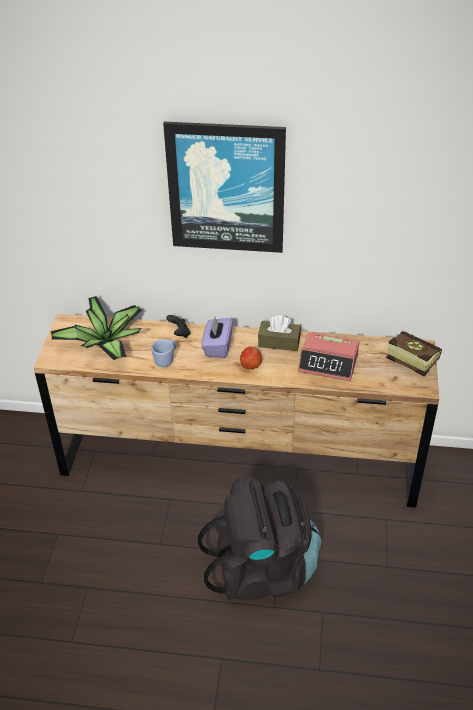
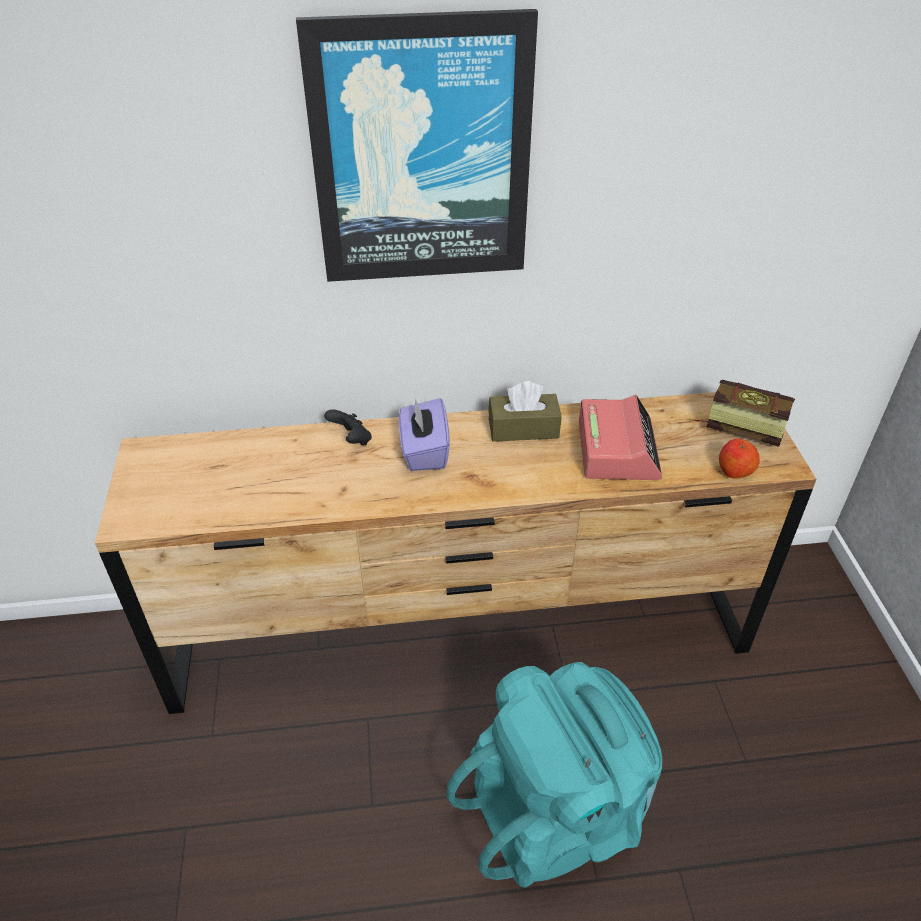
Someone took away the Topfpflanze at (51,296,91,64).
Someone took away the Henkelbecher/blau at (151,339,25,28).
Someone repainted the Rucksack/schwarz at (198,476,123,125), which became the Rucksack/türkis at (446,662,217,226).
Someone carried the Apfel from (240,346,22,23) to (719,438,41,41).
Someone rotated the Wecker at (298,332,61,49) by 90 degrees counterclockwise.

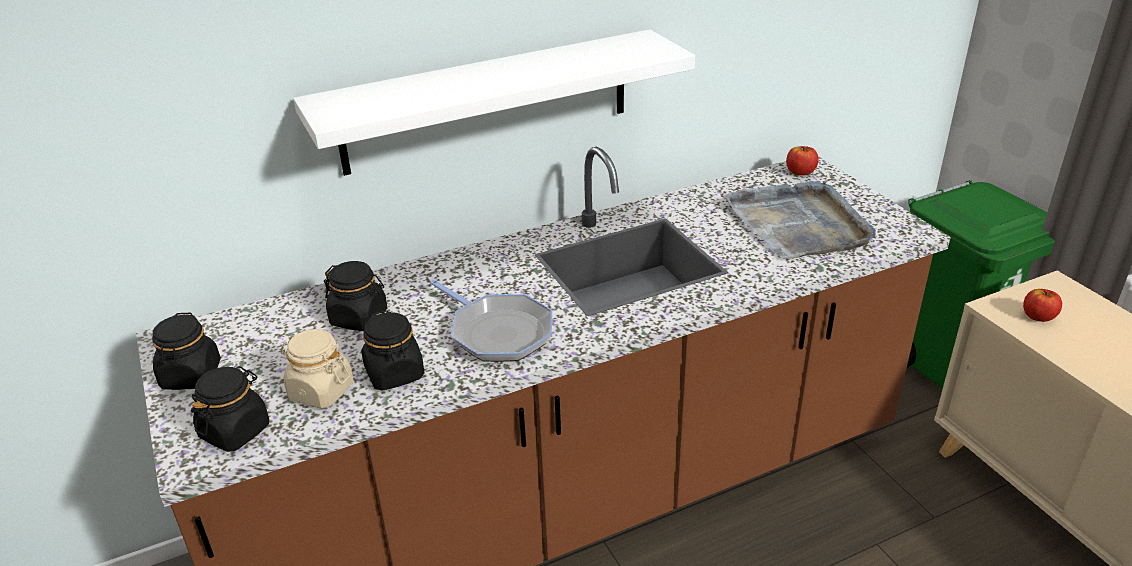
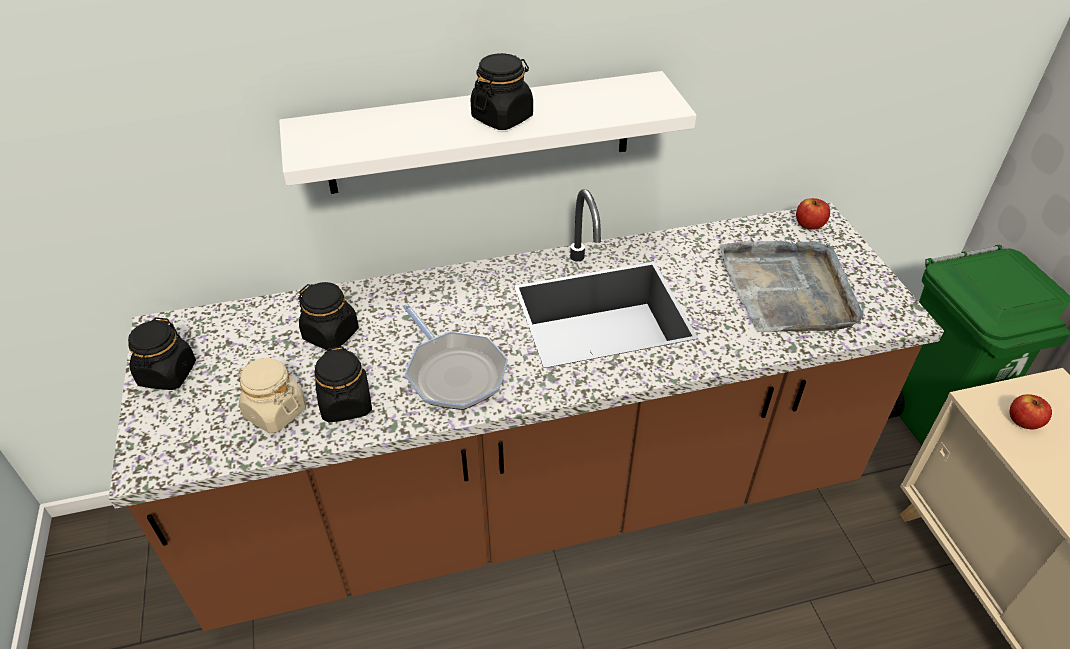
Someone carried the Vorratsglas/schwarz from (191,366,78,86) to (471,53,62,77).

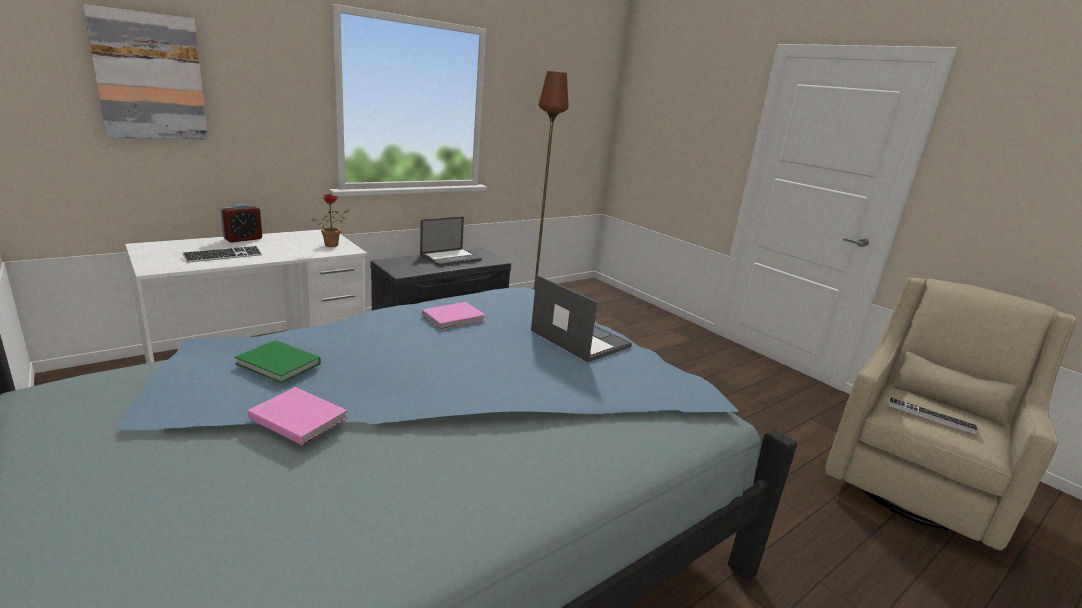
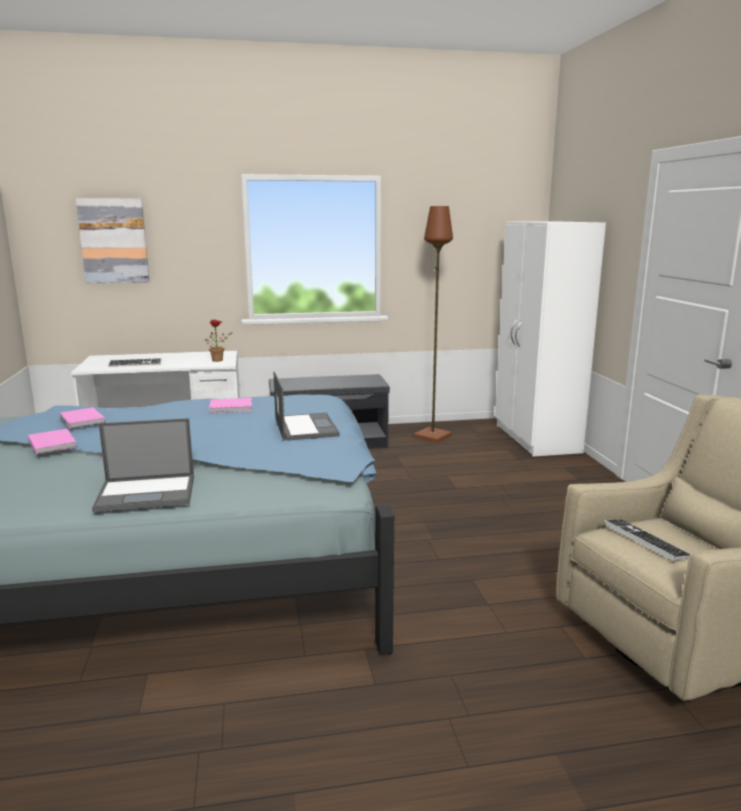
Someone took away the Wecker at (220,204,42,39).
Someone repainted the Buch/grün at (234,340,87,43), which became the Buch/rosa at (59,407,46,22).
Someone carried the Laptop from (420,216,62,50) to (92,418,102,94).
Someone put down the Kleiderschrank/weiß at (495,222,111,235).

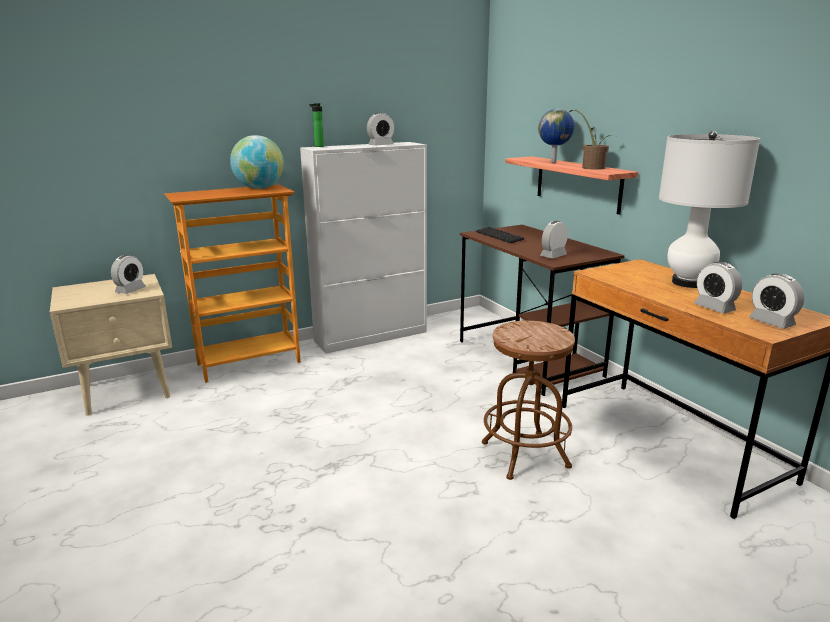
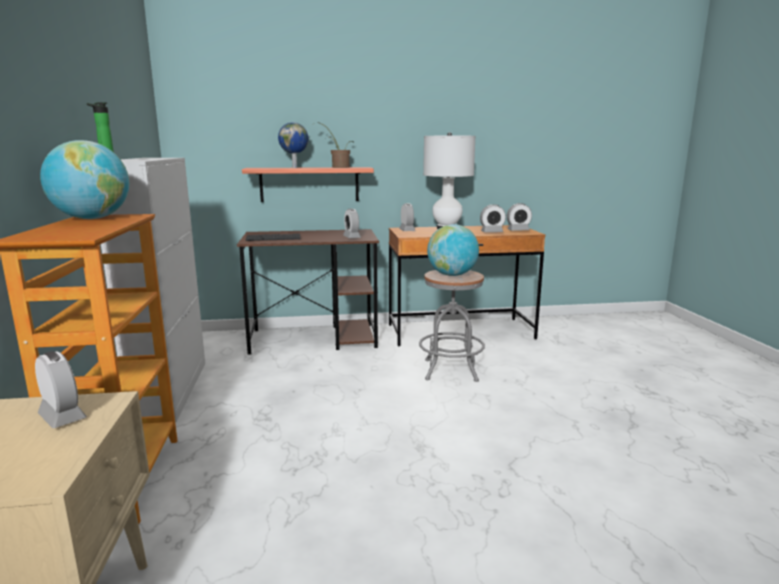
Someone carried the Wecker from (367,113,27,32) to (399,203,16,28).
Someone repainted the Hocker/braun at (482,321,93,159), which became the Hocker/grau at (419,270,66,112).
Someone put down the Globus at (427,224,52,52).

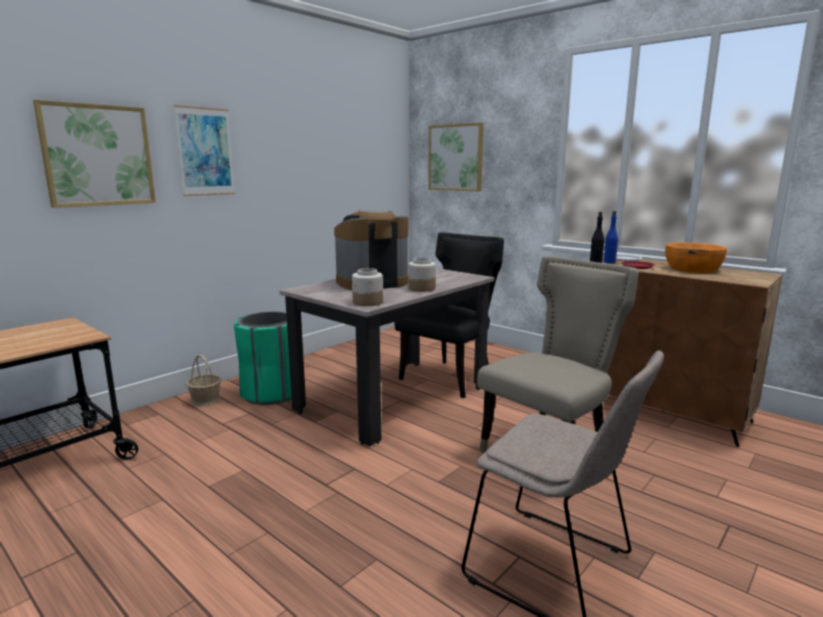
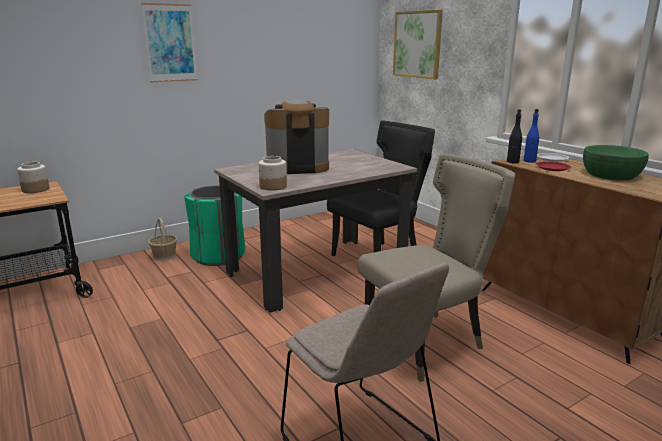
Someone took away the Bild at (33,100,123,108).
Someone carried the Vorratsglas from (408,258,28,34) to (17,162,33,31).
Someone repainted the Schüssel/orange at (665,242,62,31), which became the Schüssel/grün at (583,145,66,35).

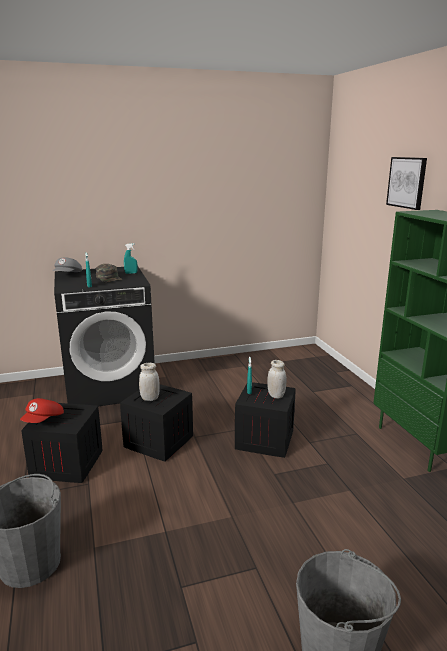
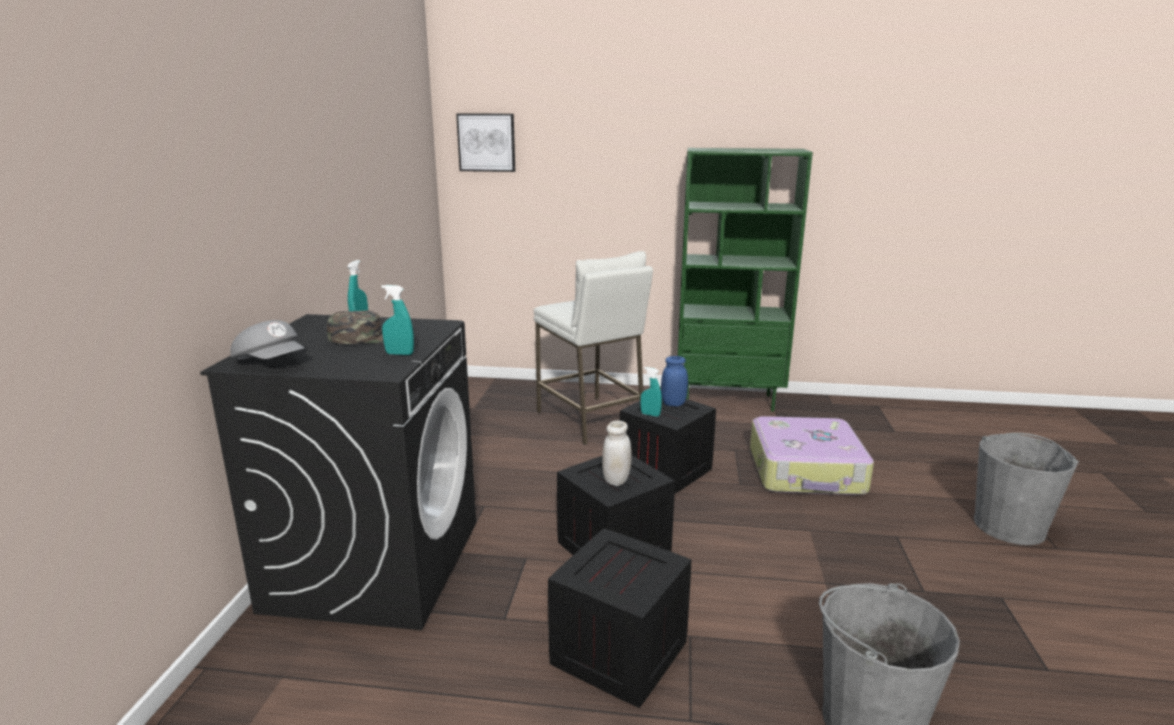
Someone took away the Kappe/rot at (20,398,44,25).
Someone repainted the Vorratsglas/weiß at (267,360,20,38), which became the Vorratsglas/blau at (661,356,27,50).
Someone carried the Bild from (386,157,41,53) to (456,113,59,59).
Someone put down the Hocker/weiß at (534,251,119,194).
Someone put down the Koffer at (750,416,124,79).

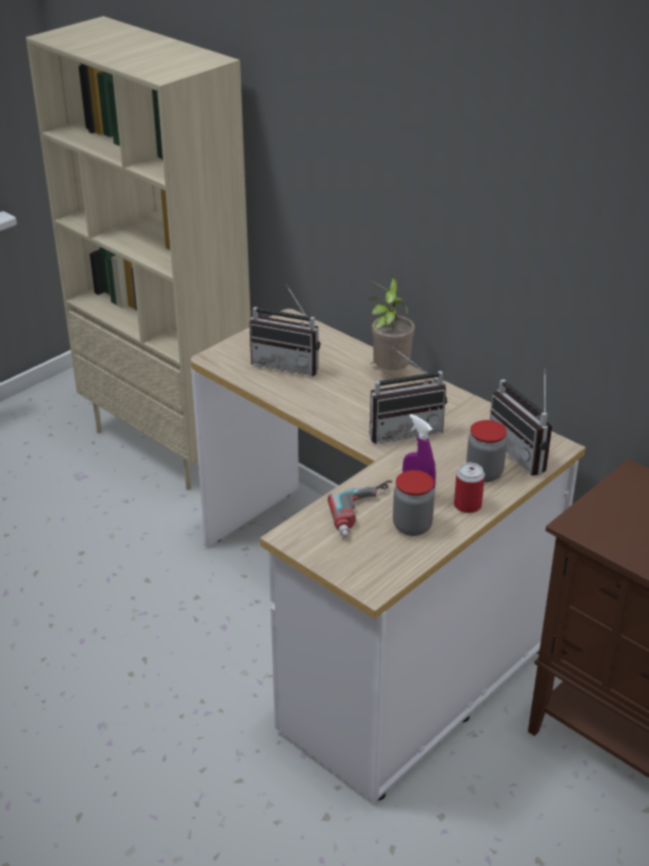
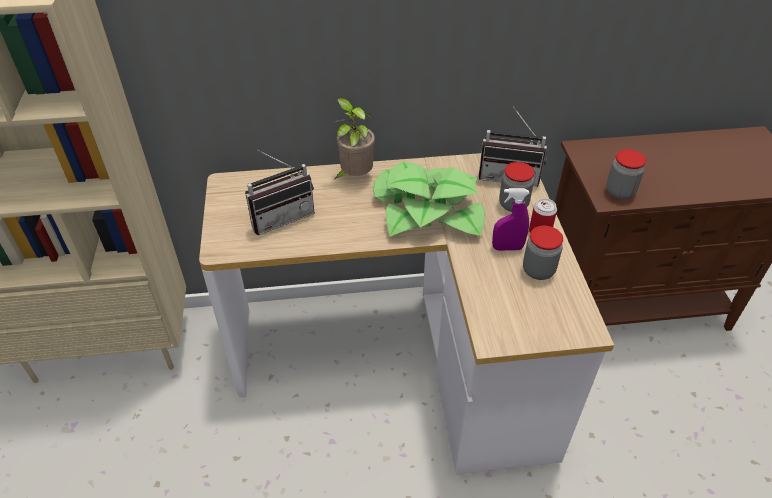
Someone took away the Bohrmaschine at (328,480,64,57).
Someone swapped the Radio at (370,347,77,97) for the Topfpflanze at (373,162,112,75).
Someone put down the Vorratsglas at (606,149,40,51).

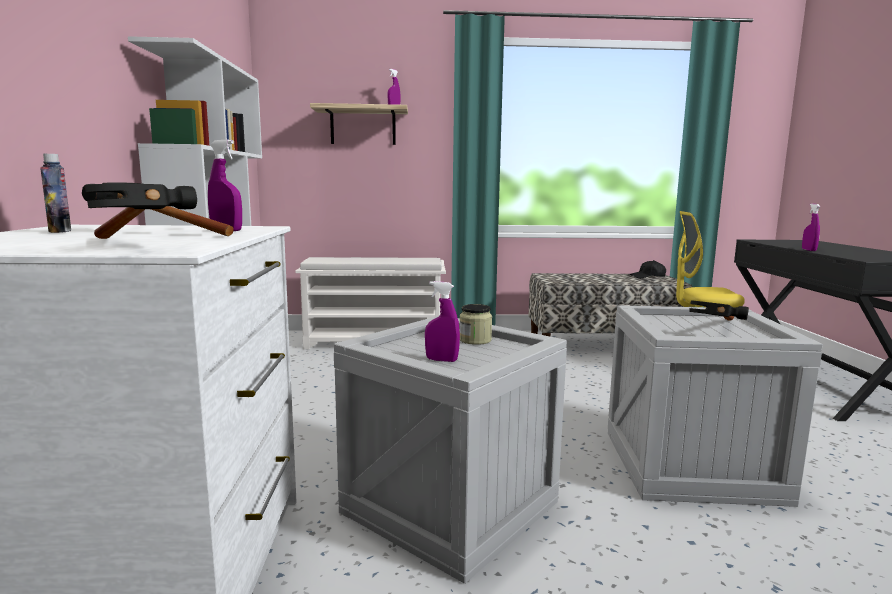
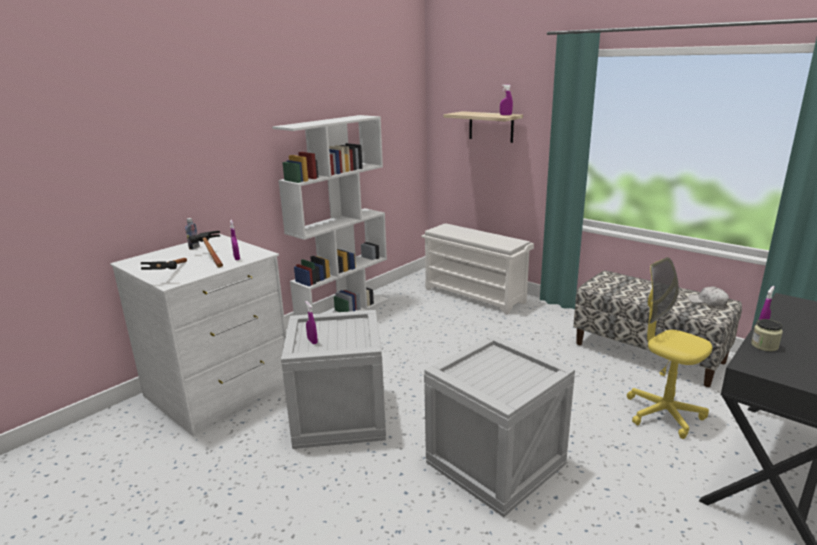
Someone carried the Vorratsglas from (460,304,32,41) to (751,319,32,32).
Someone repainted the Kappe/schwarz at (630,260,36,18), which became the Kappe/weiß at (689,287,40,20).
Someone took away the Hammer at (689,301,60,20).

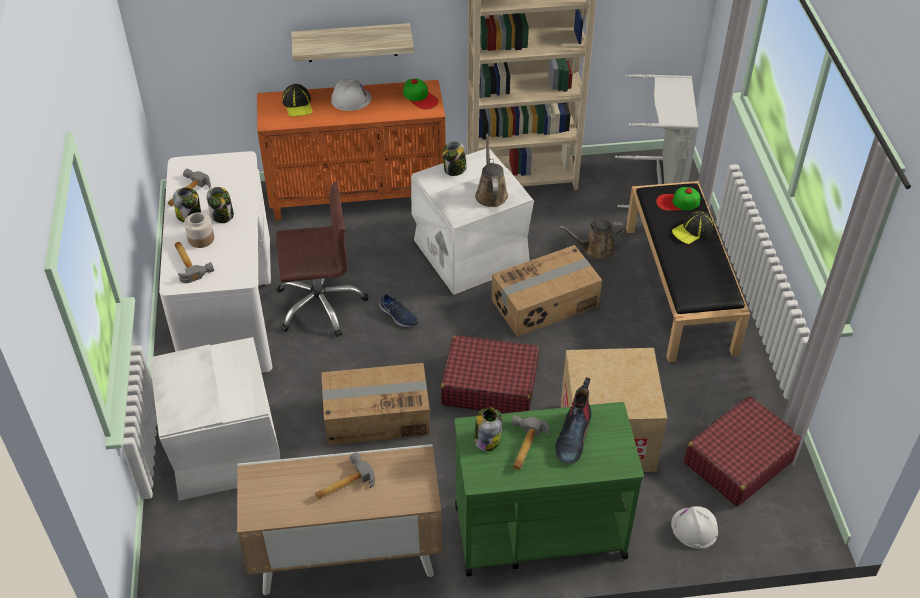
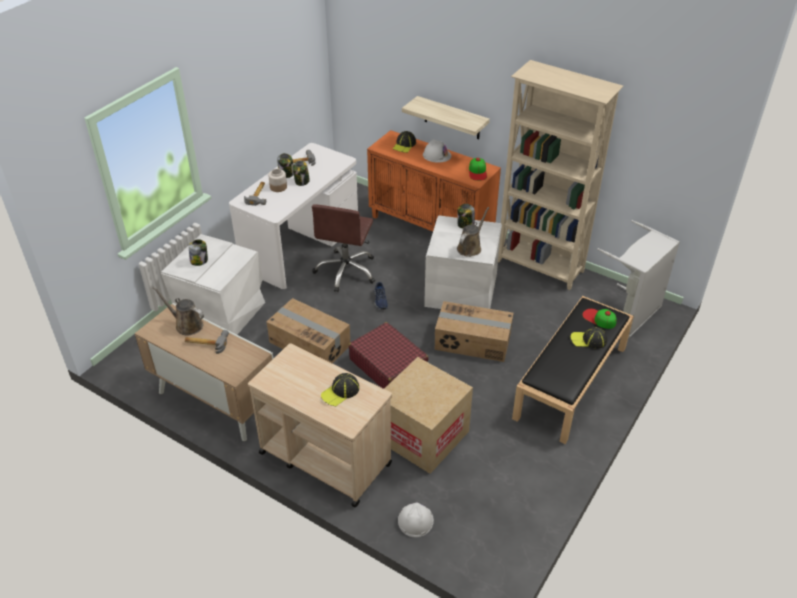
Someone rotated the Bürostuhl/braun at (276,182,92,155) by 75 degrees clockwise.
Someone repainted the Rollwagen/grün at (454,402,190,175), which became the Rollwagen/beige at (248,343,144,164).
Someone carried the Vorratsglas from (474,407,29,44) to (189,239,19,27).
Someone took away the Hammer at (511,415,38,55).
Someone swapped the Stiefel at (555,378,37,86) for the Kappe at (321,373,38,33).
Someone carried the Gießkanne/braun from (559,220,65,40) to (153,287,51,48).
Someone took away the Koffer/rot at (684,396,120,110).

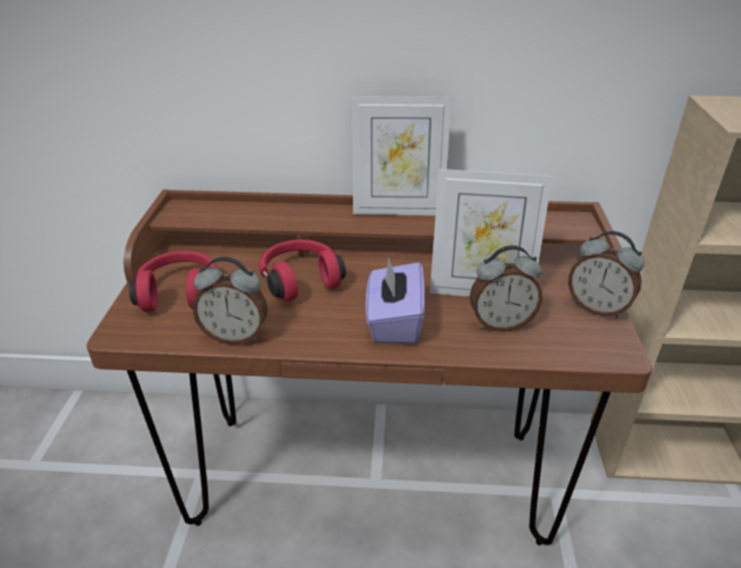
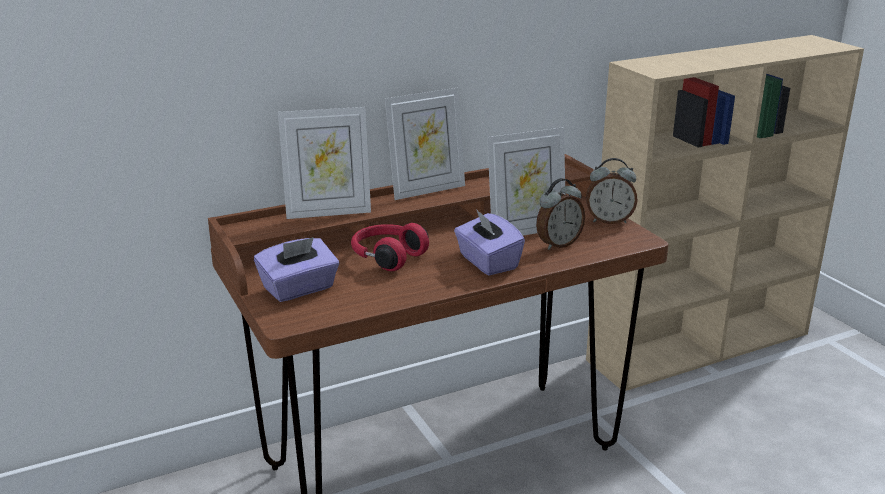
Someone swapped the Kopfhörer/rot at (129,251,89,61) for the Taschentuchbox/lila at (254,237,85,65).
Someone took away the Wecker at (193,257,75,88).
Someone put down the Bilderrahmen at (278,107,93,112).

